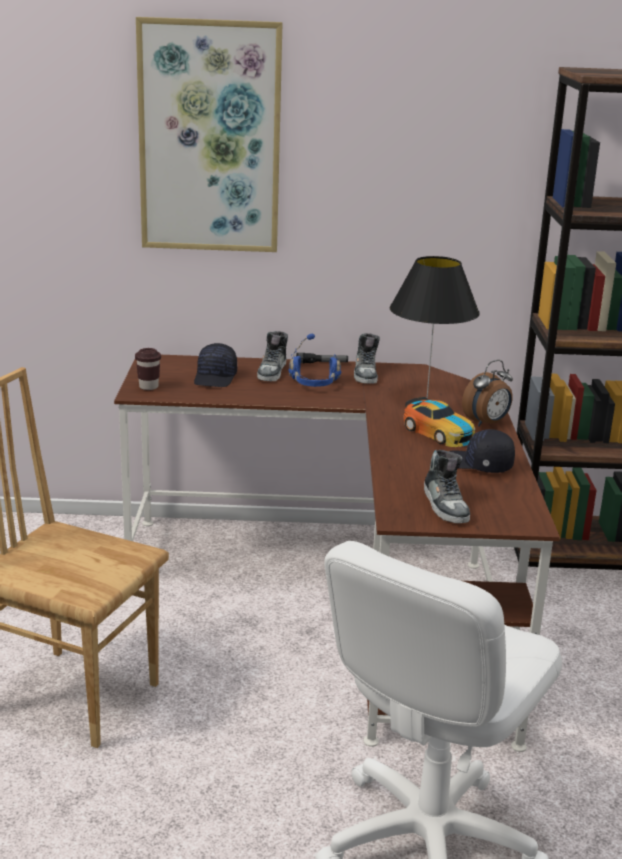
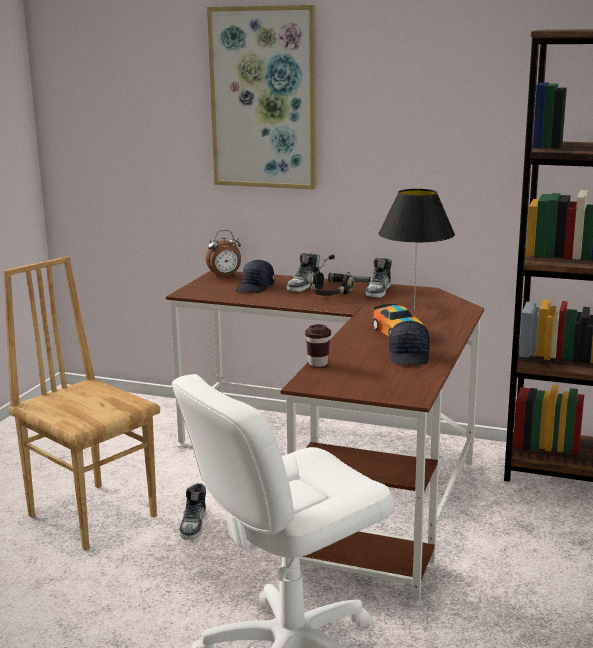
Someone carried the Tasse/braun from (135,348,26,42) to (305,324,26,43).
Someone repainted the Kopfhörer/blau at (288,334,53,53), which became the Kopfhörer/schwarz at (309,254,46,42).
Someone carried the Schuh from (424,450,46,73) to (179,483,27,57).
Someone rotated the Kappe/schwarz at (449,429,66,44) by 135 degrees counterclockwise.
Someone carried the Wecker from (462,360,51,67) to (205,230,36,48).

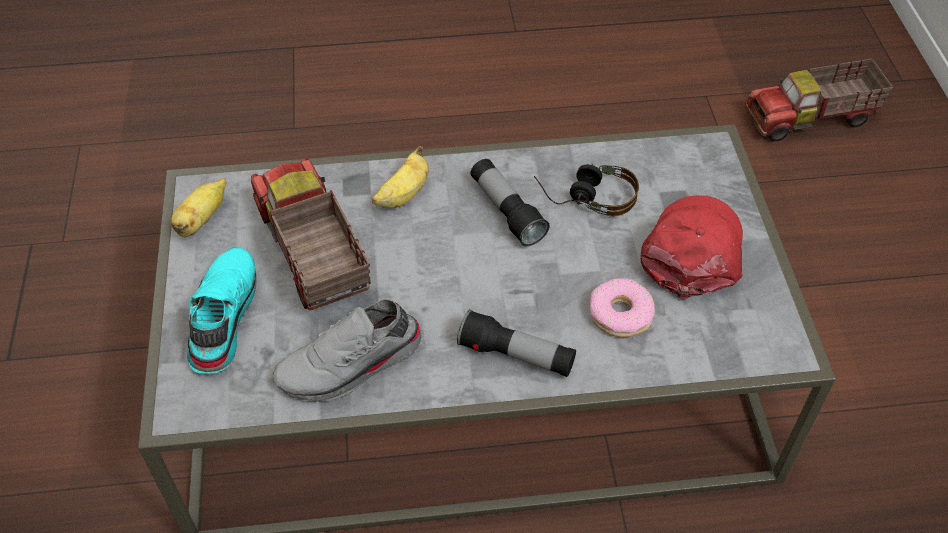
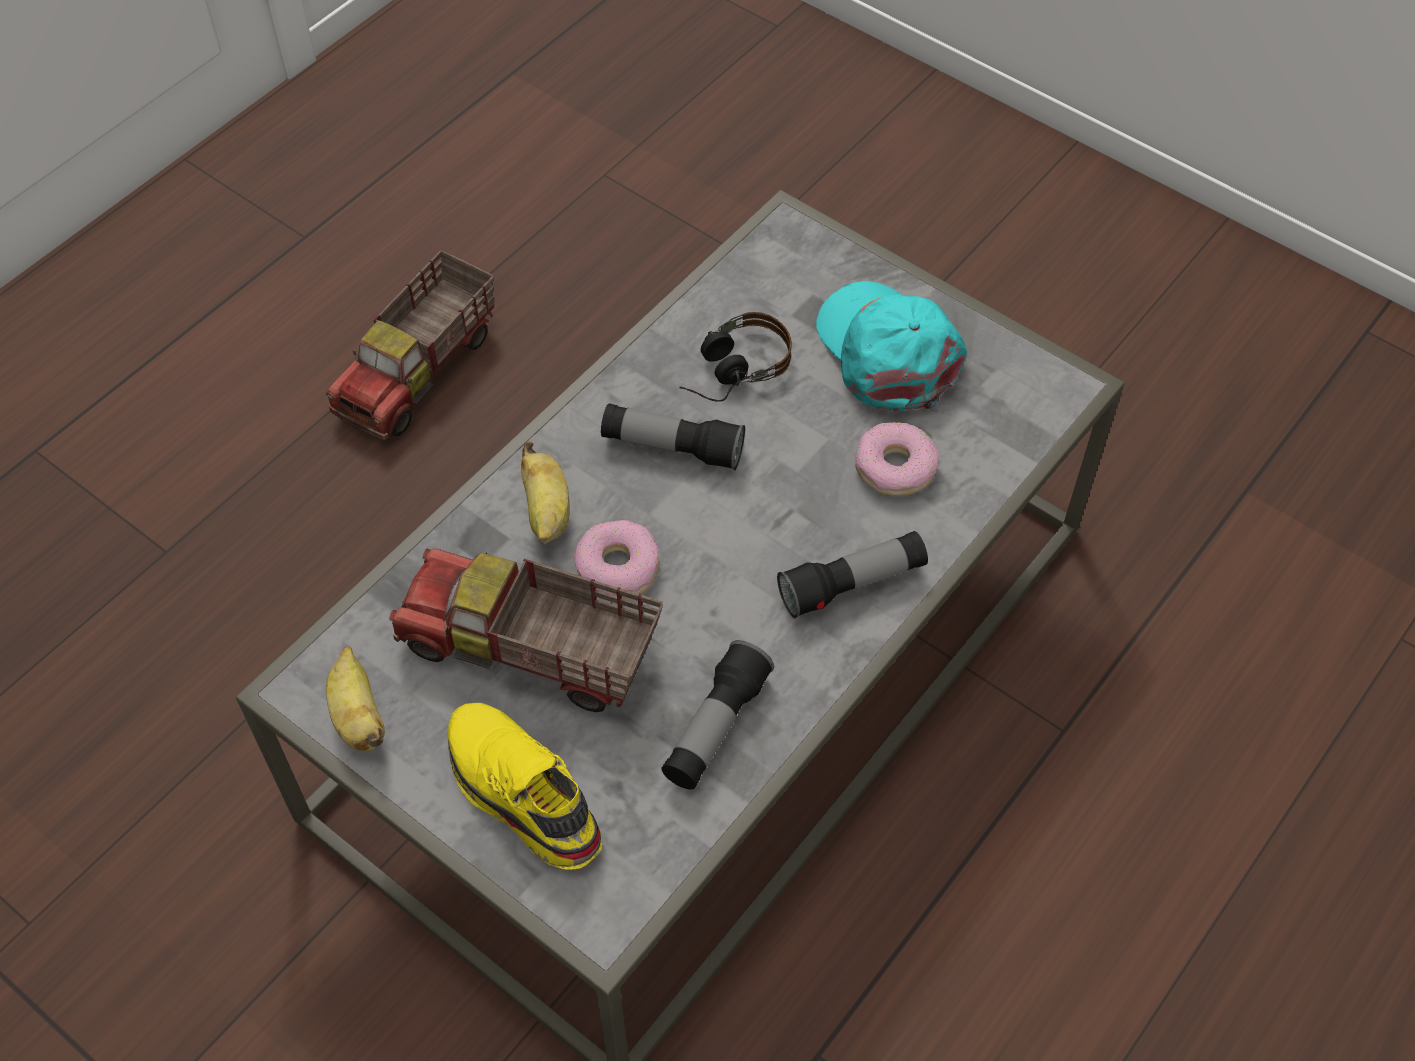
Someone repainted the Schuh/türkis at (187,247,69,127), which became the Schuh/gelb at (448,703,155,167).
Someone swapped the Schuh/grau at (272,299,152,103) for the Taschenlampe at (661,640,113,150).
Someone repainted the Kappe/rot at (640,195,103,104), which became the Kappe/türkis at (816,281,151,131).
Someone carried the Spielzeuglaster from (745,59,148,83) to (326,250,169,190).
Someone put down the Donut at (574,520,86,79).

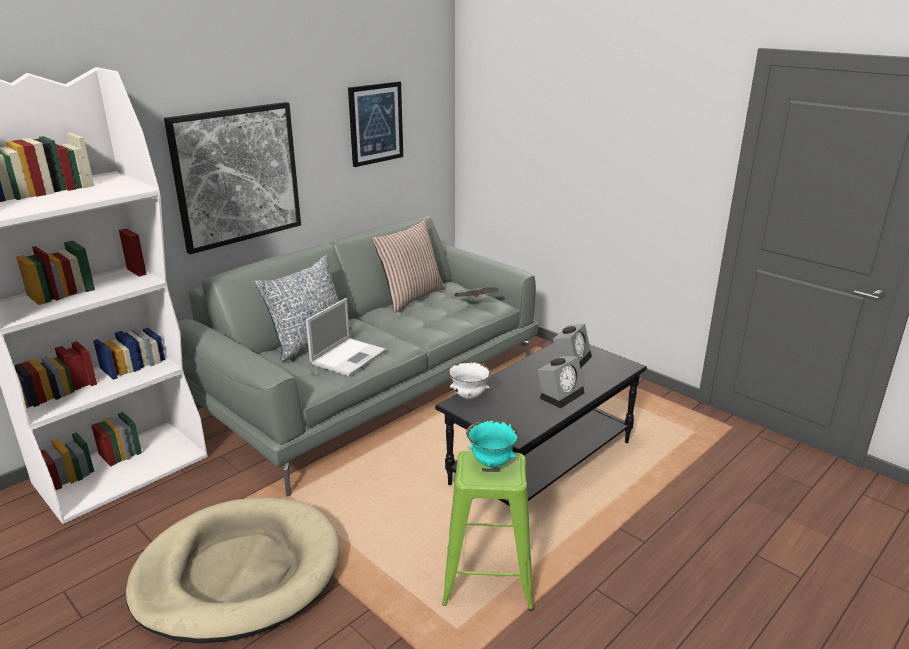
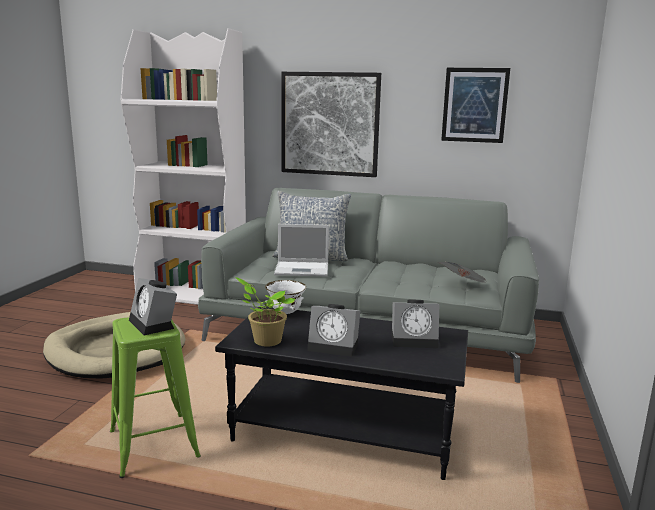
Someone took away the Kissen at (372,219,73,94).
Someone swapped the Schüssel/türkis at (466,420,53,47) for the Wecker at (129,278,48,57).
Someone put down the Topfpflanze at (235,277,60,70).

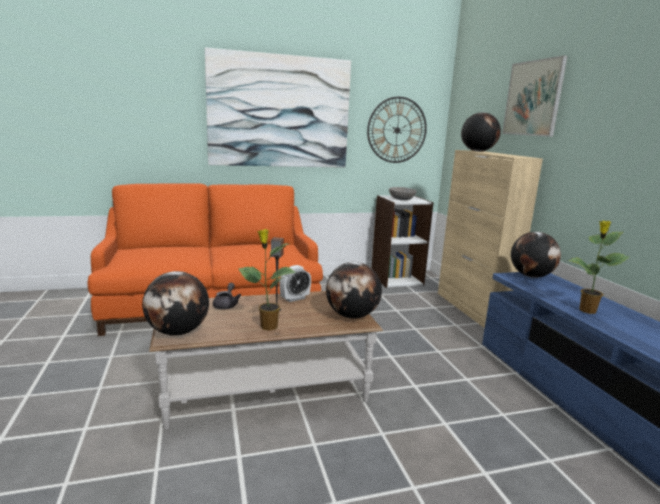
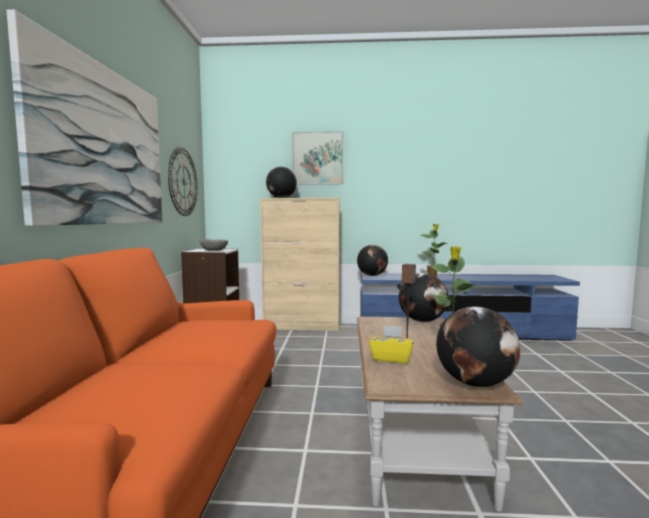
Someone swapped the Teekanne/grau at (213,283,28,27) for the Taschentuchbox/gelb at (369,325,45,39).
Someone took away the Wecker at (279,265,32,37).

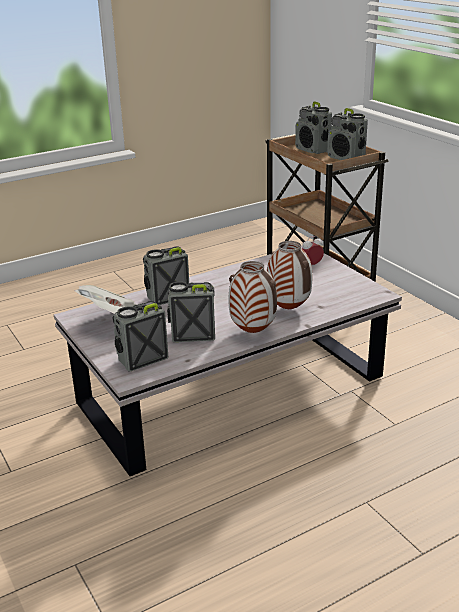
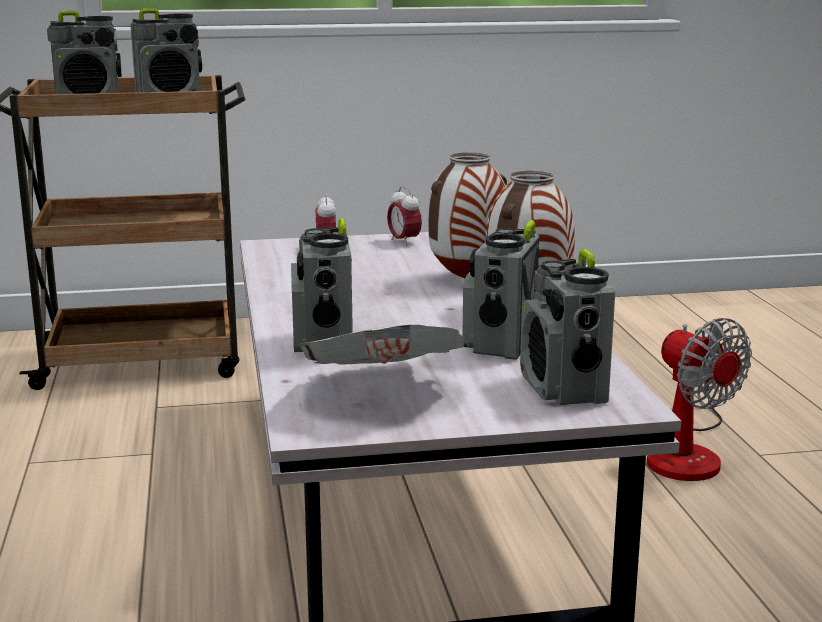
Someone put down the Wecker at (387,186,35,60).
Someone put down the Ventilator at (647,318,105,163).

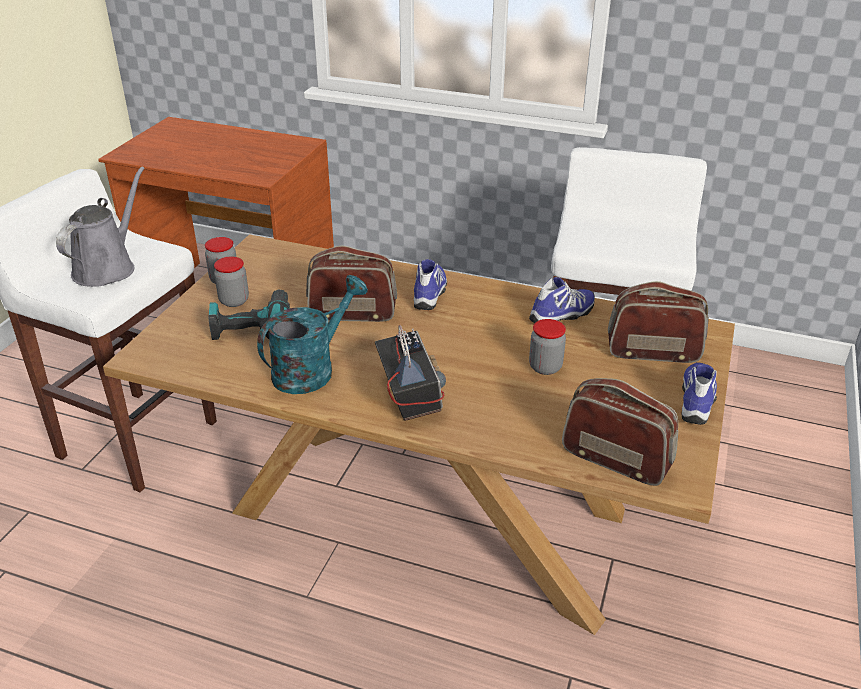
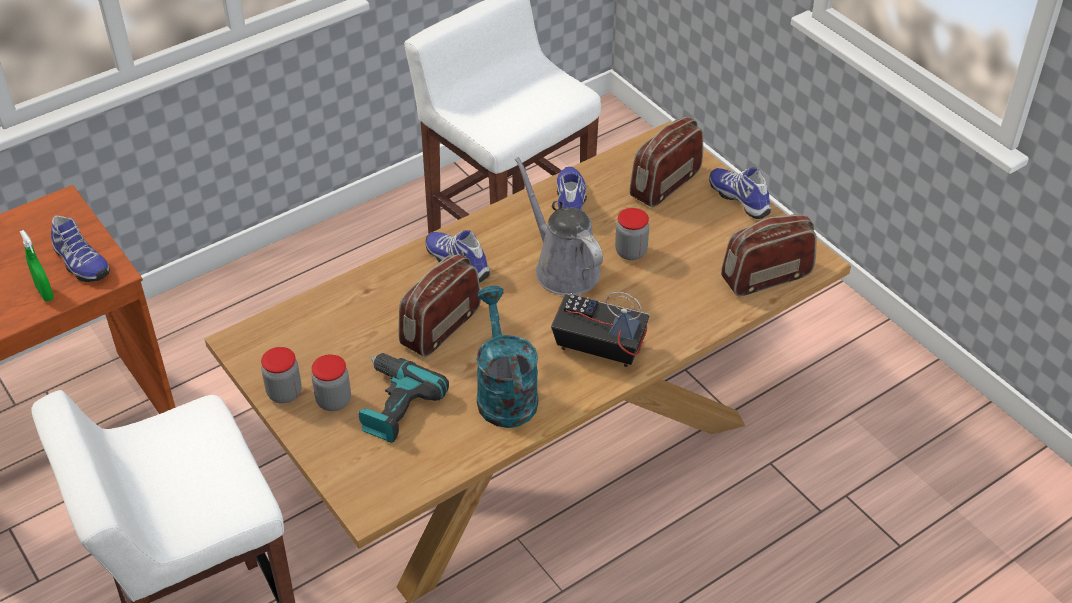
Someone carried the Gießkanne/grau from (56,167,88,120) to (515,157,88,138).
Someone put down the Sprühflasche/grün at (20,230,34,71).
Someone put down the Schuh at (51,216,59,66).

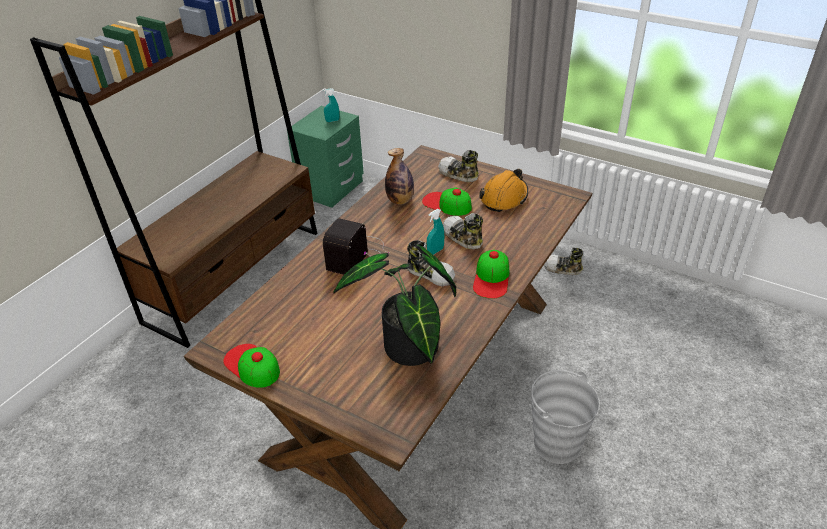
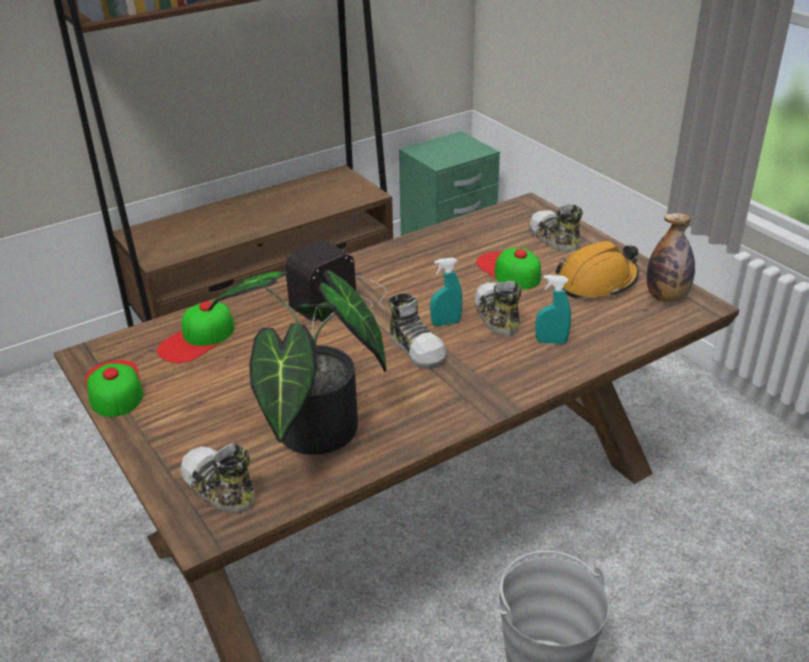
Someone carried the Sprühflasche/türkis from (323,88,16,34) to (535,275,36,69).
Someone carried the Flasche from (385,148,29,57) to (647,213,48,90).
Someone carried the Kappe from (473,250,36,49) to (157,301,78,62).
Someone carried the Schuh from (544,248,39,27) to (180,444,75,69).

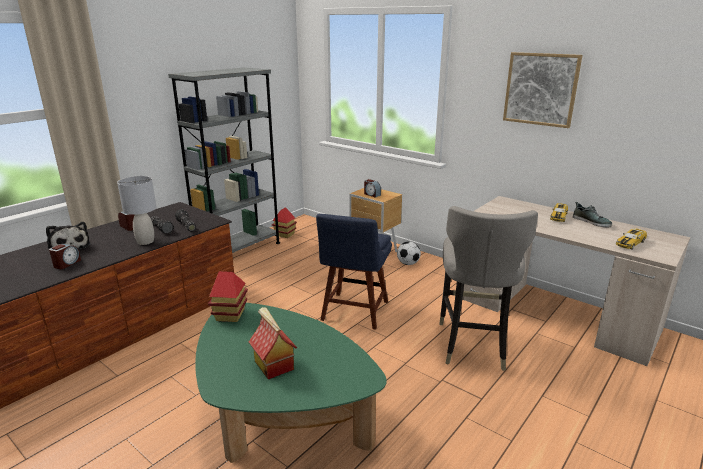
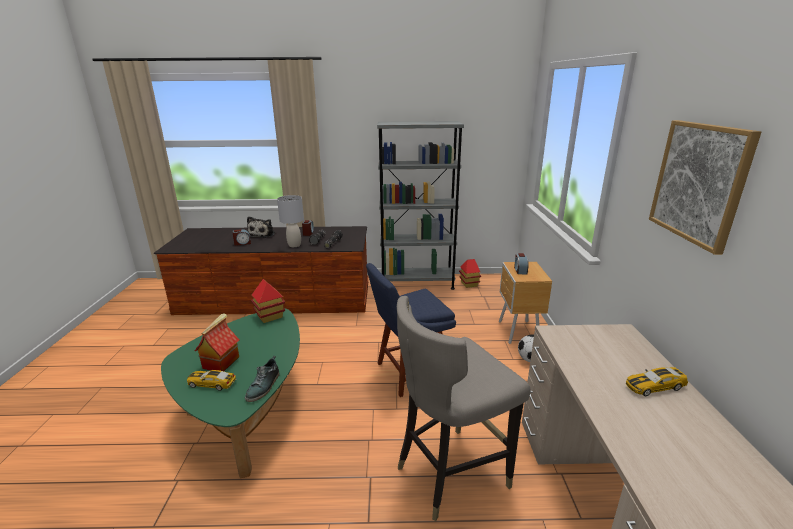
Someone carried the Schuh from (573,202,39,25) to (245,356,35,46).
Someone carried the Spielzeugauto from (616,228,31,22) to (187,369,49,22).

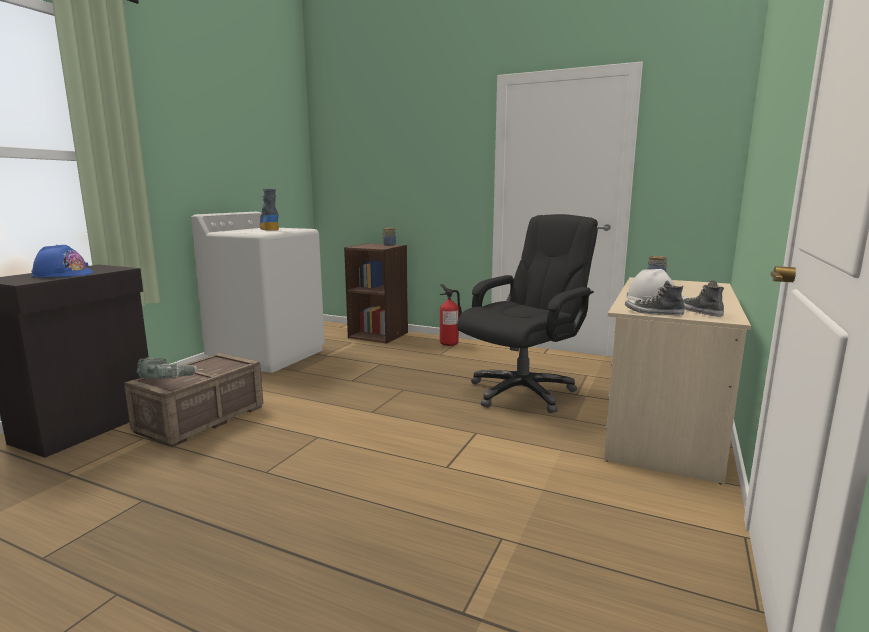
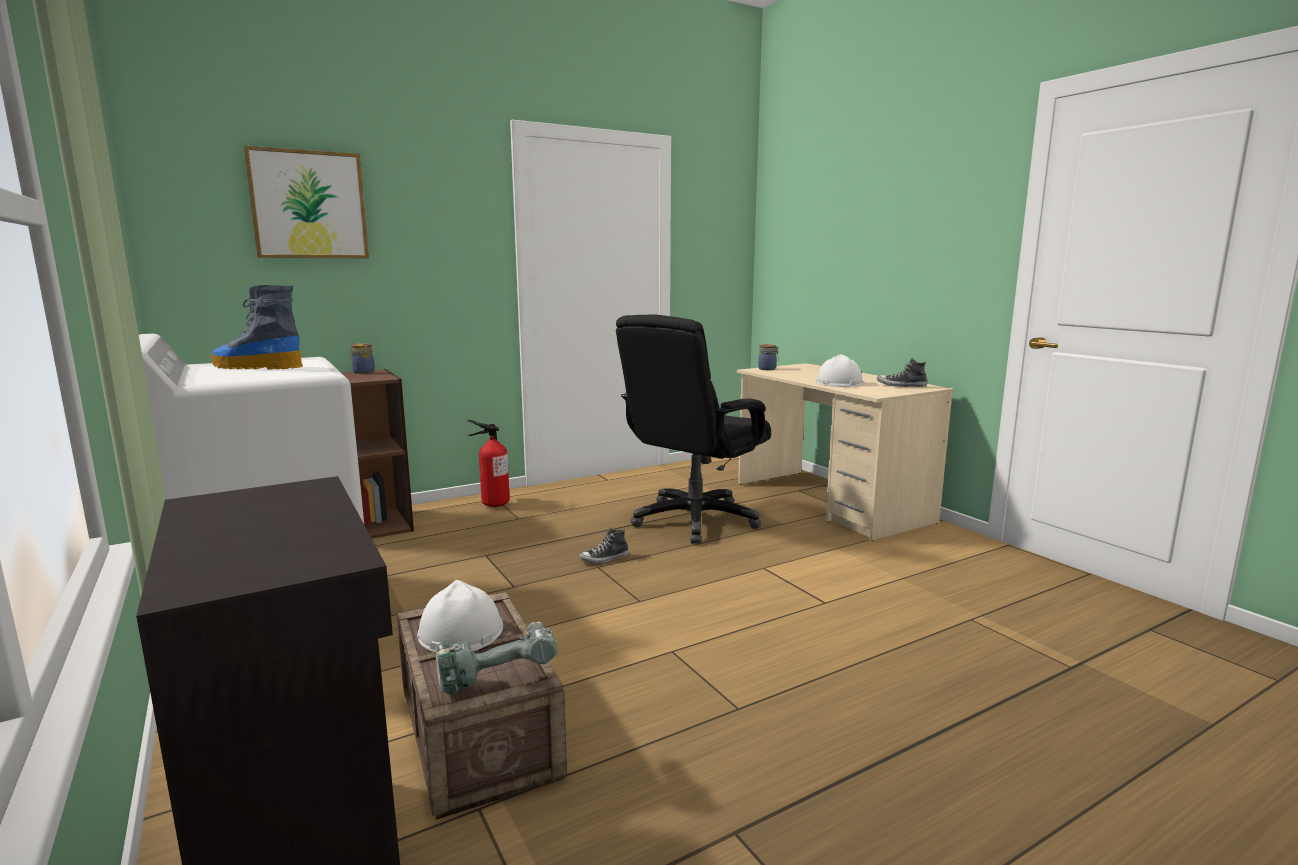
Someone took away the Schutzhelm/blau at (31,245,63,32).
Someone rotated the Bürostuhl/schwarz at (457,214,141,199) by 135 degrees counterclockwise.
Someone carried the Schuh from (625,281,60,34) to (579,527,50,37).
Someone put up the Bild at (244,146,125,112).
Someone put down the Schutzhelm/weiß at (417,580,86,72).

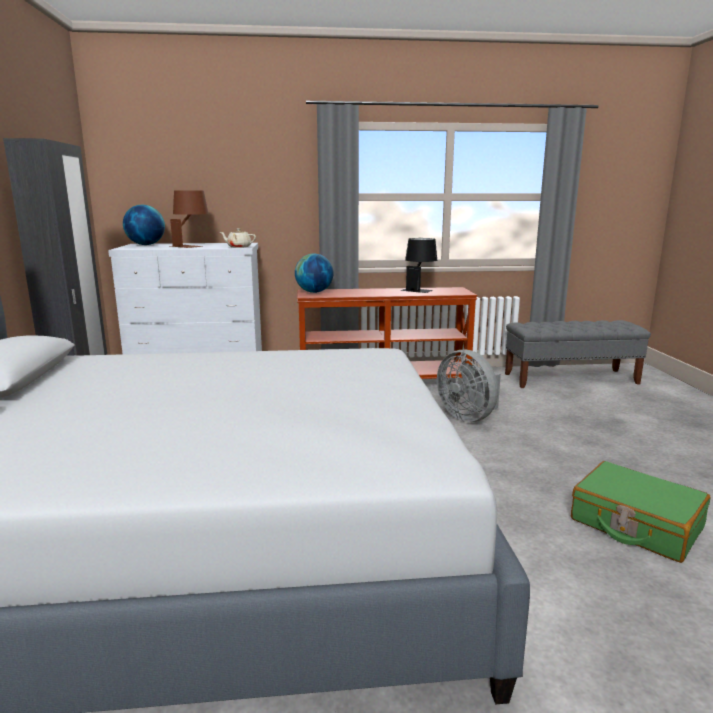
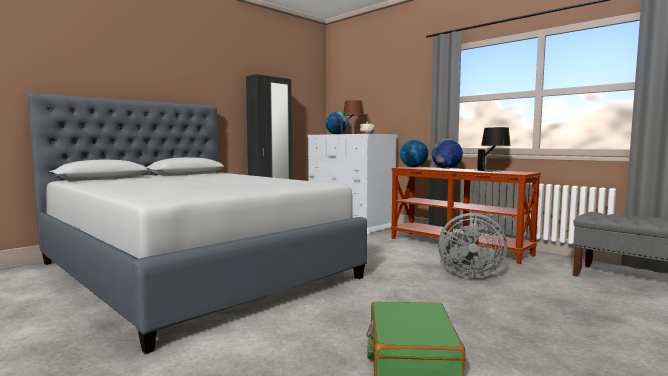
Someone rotated the Ventilator/grau at (437,349,64,73) by 90 degrees counterclockwise.
Someone put down the Globus at (432,139,31,30).

